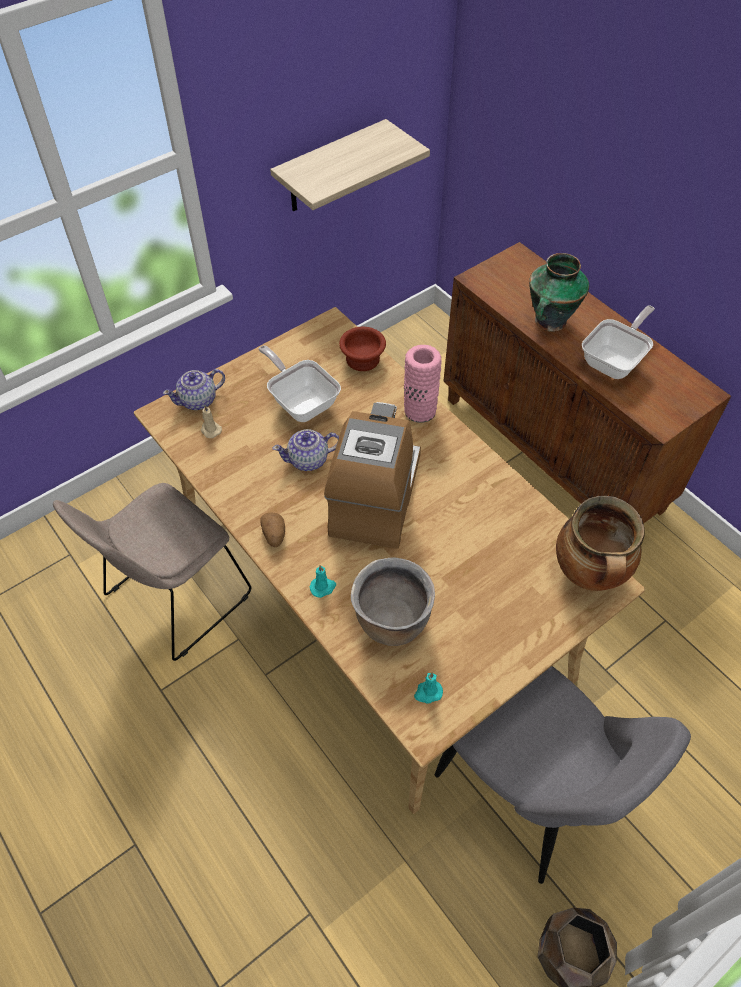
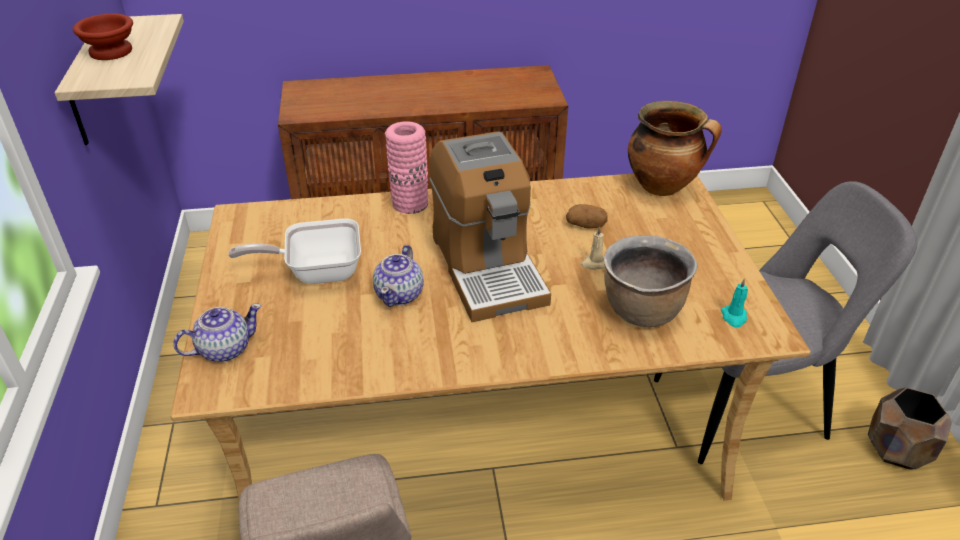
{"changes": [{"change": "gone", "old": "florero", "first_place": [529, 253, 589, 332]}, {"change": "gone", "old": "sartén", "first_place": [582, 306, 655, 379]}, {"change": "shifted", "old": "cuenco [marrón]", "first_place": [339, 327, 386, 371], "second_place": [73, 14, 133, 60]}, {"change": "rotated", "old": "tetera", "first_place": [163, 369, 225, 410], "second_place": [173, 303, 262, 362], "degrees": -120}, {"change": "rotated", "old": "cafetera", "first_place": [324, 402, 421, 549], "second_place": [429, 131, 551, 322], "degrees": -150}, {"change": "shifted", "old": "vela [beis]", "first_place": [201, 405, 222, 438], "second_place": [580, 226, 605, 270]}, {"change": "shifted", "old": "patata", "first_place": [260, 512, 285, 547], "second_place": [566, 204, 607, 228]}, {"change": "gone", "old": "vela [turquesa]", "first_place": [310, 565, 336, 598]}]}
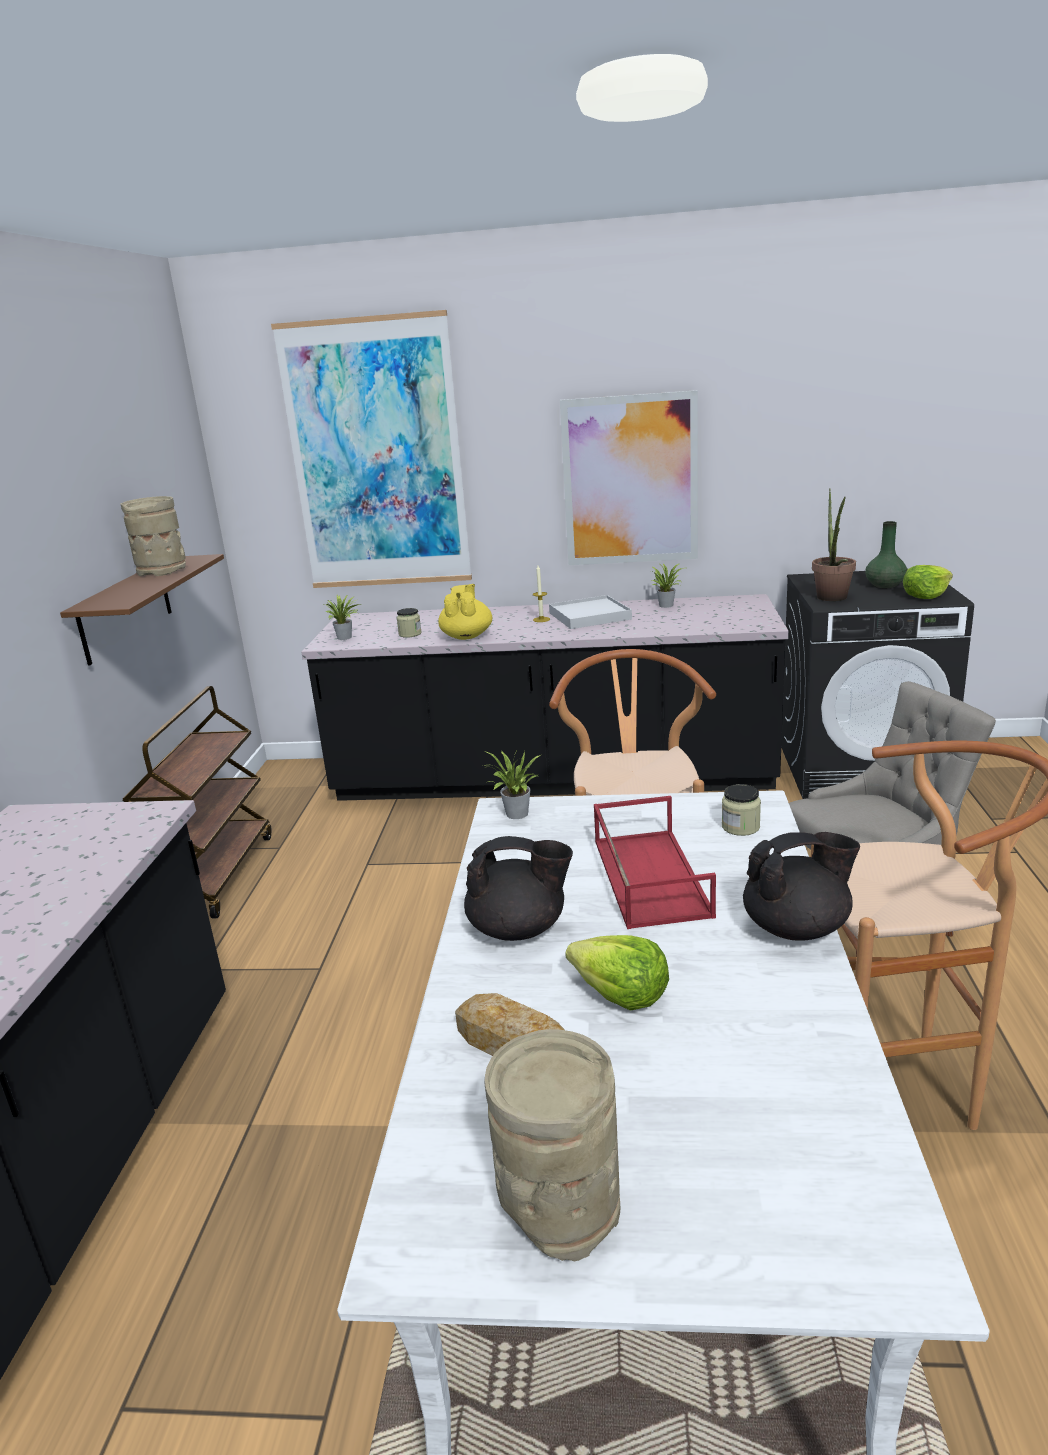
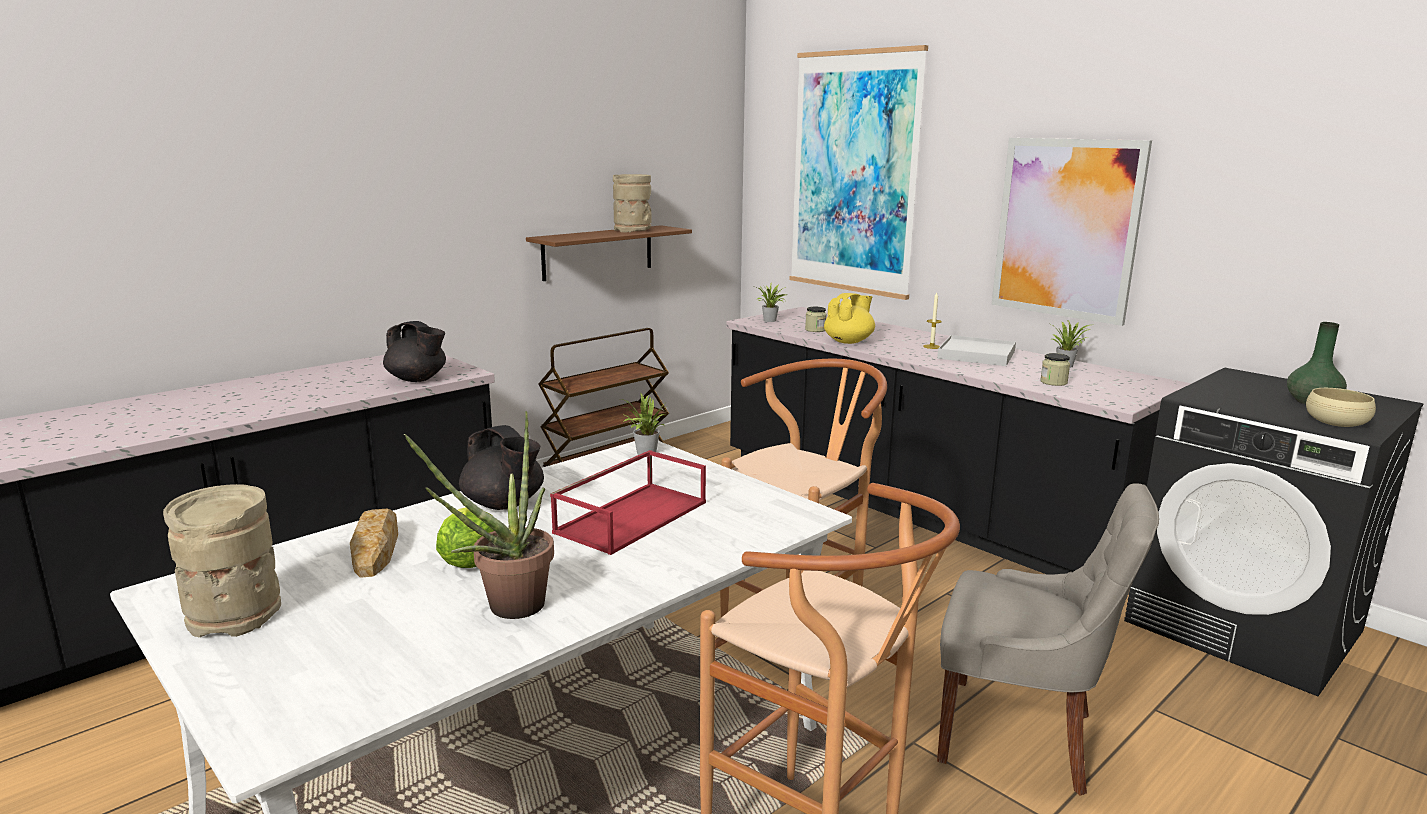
{"changes": [{"change": "shifted", "old": "planta en maceta", "first_place": [812, 488, 856, 601], "second_place": [404, 411, 554, 619]}, {"change": "swapped", "old": "lechuga", "new": "cuenco [beis]", "first_place": [903, 565, 953, 599], "second_place": [1306, 388, 1376, 427]}, {"change": "shifted", "old": "tarro", "first_place": [722, 784, 761, 836], "second_place": [1040, 353, 1070, 386]}, {"change": "shifted", "old": "tetera [negro]", "first_place": [743, 832, 860, 941], "second_place": [383, 321, 446, 382]}]}
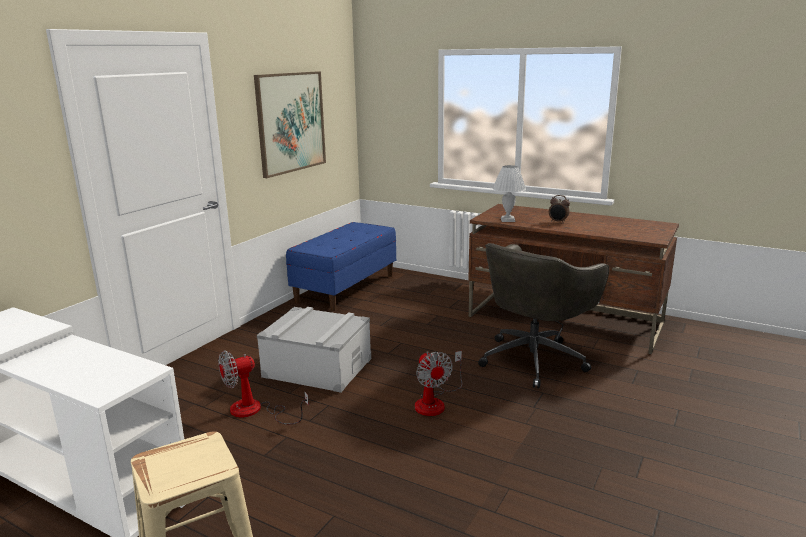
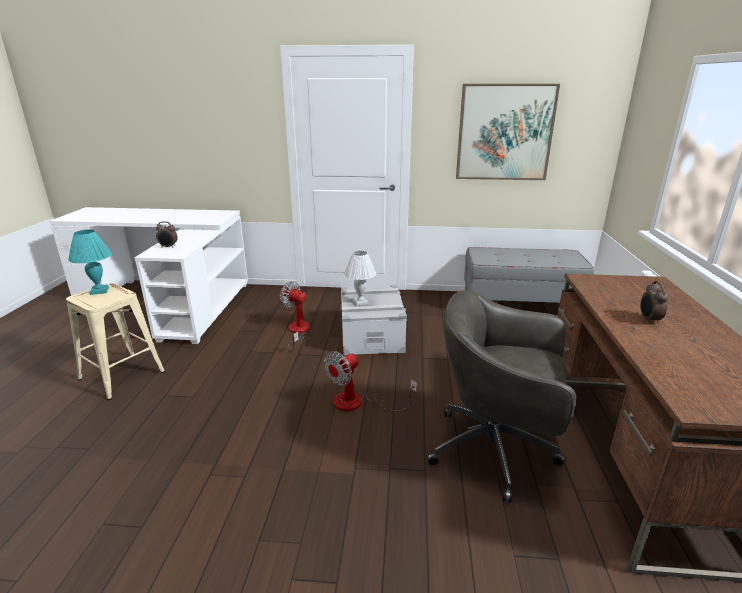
{"changes": [{"change": "shifted", "old": "lámpara de mesa [blanco]", "first_place": [493, 165, 526, 222], "second_place": [344, 251, 376, 306]}, {"change": "repainted", "old": "banco [azul]", "new": "banco [gris]", "first_place": [286, 222, 396, 311], "second_place": [464, 247, 594, 303]}, {"change": "new", "new": "despertador", "second_place": [156, 221, 178, 248]}, {"change": "new", "new": "lámpara de mesa [turquesa]", "second_place": [68, 230, 112, 295]}]}
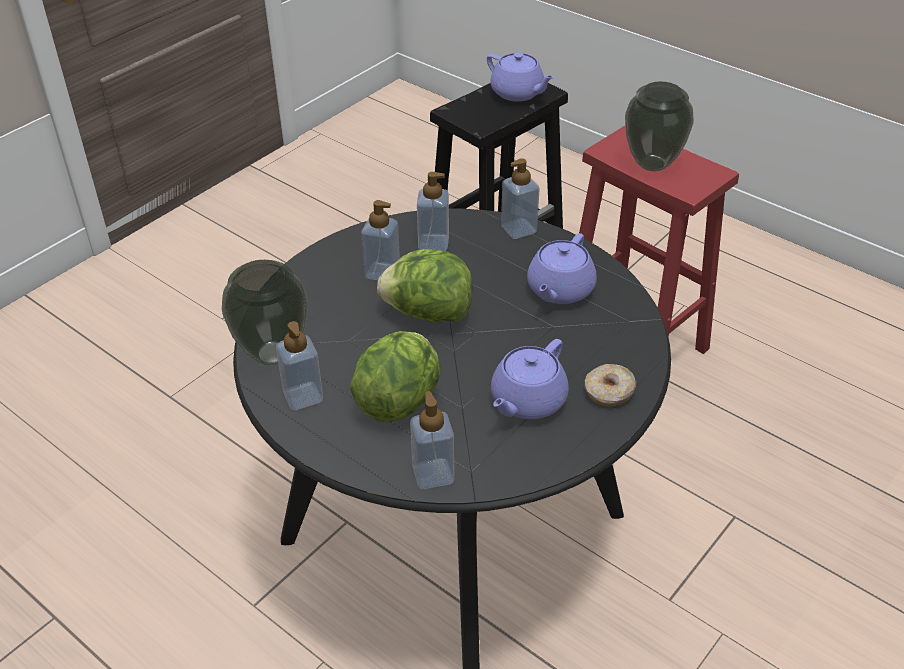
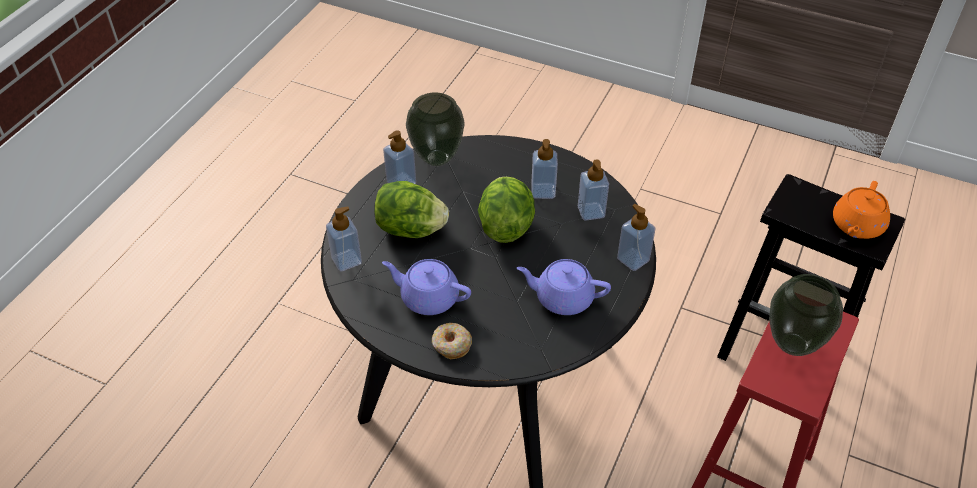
{"changes": [{"change": "repainted", "old": "tetera [morado]", "new": "tetera [naranja]", "first_place": [487, 52, 555, 102], "second_place": [833, 181, 890, 239]}]}
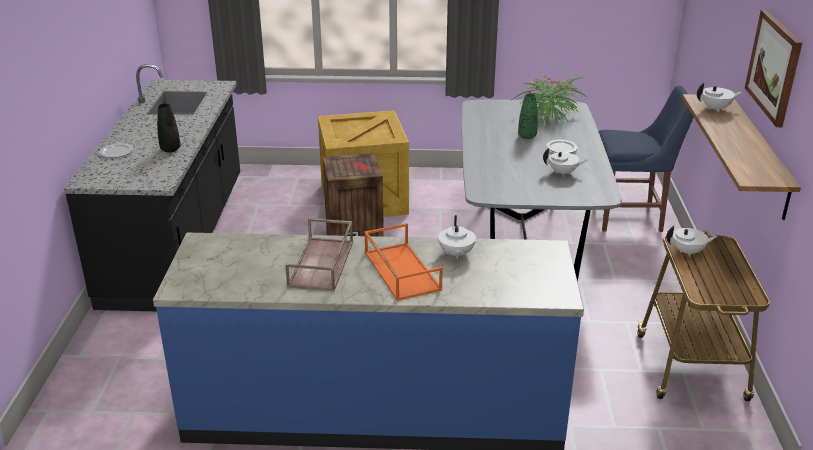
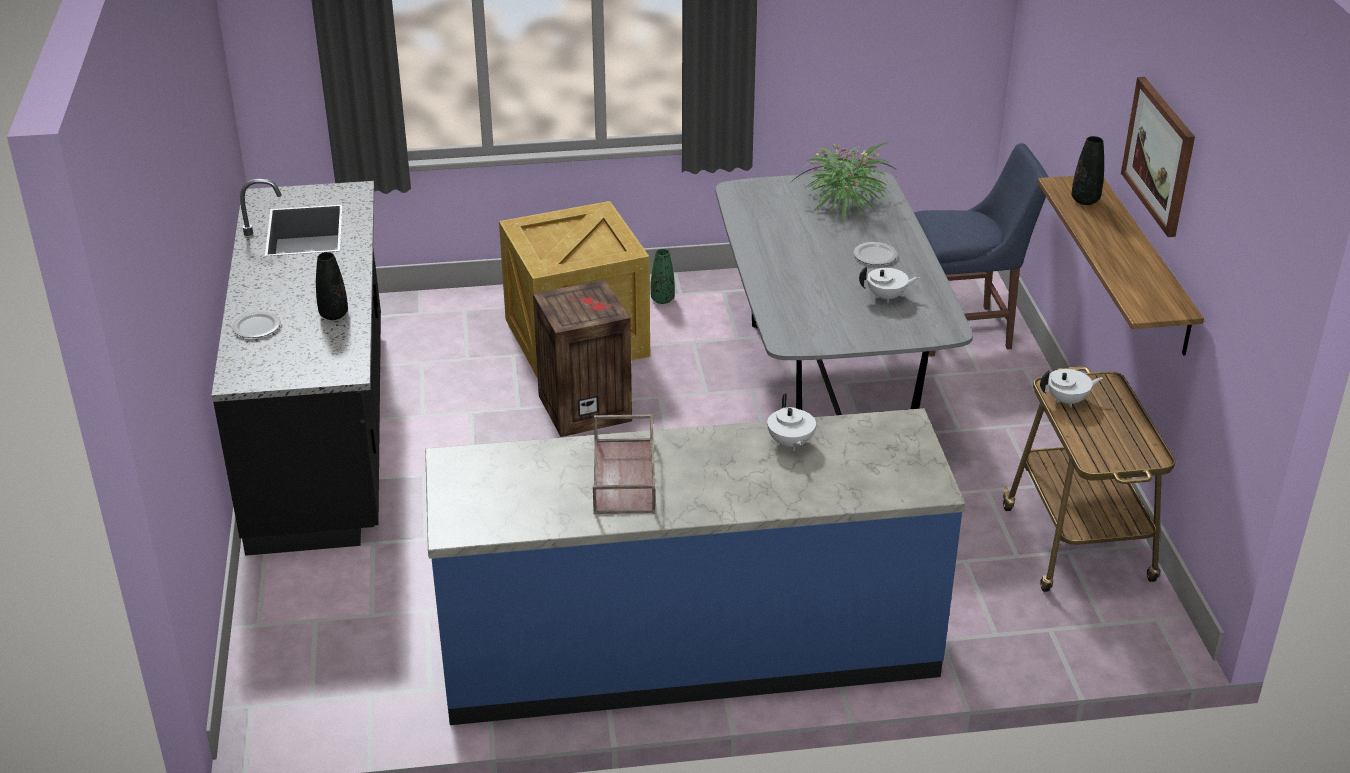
{"changes": [{"change": "swapped", "old": "tetera [blanco]", "new": "florero [negro]", "first_place": [697, 83, 742, 112], "second_place": [1071, 136, 1104, 205]}, {"change": "shifted", "old": "florero [verde]", "first_place": [518, 94, 538, 139], "second_place": [651, 249, 675, 304]}, {"change": "gone", "old": "bandeja [naranja]", "first_place": [364, 223, 443, 301]}]}
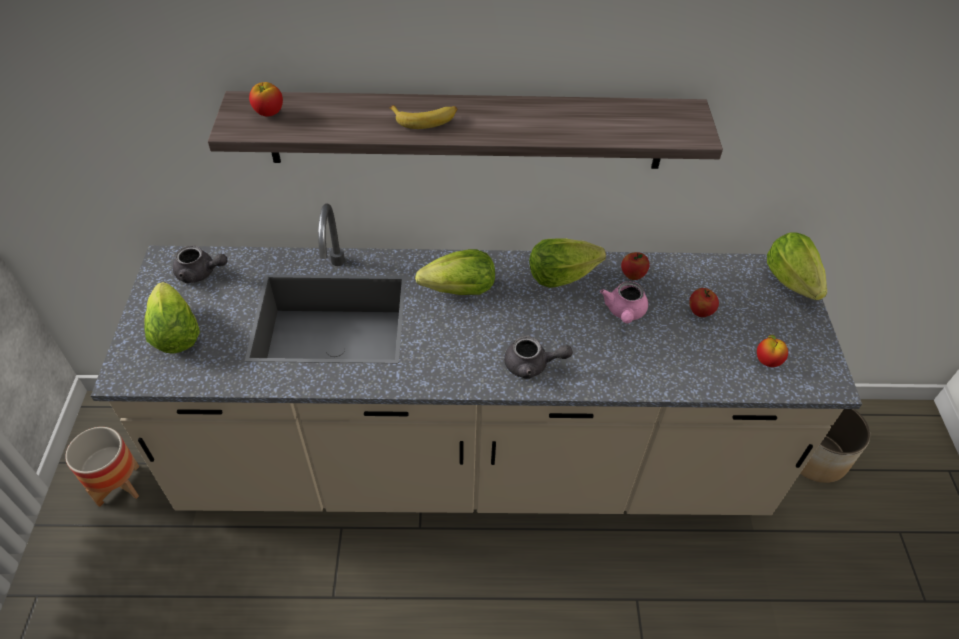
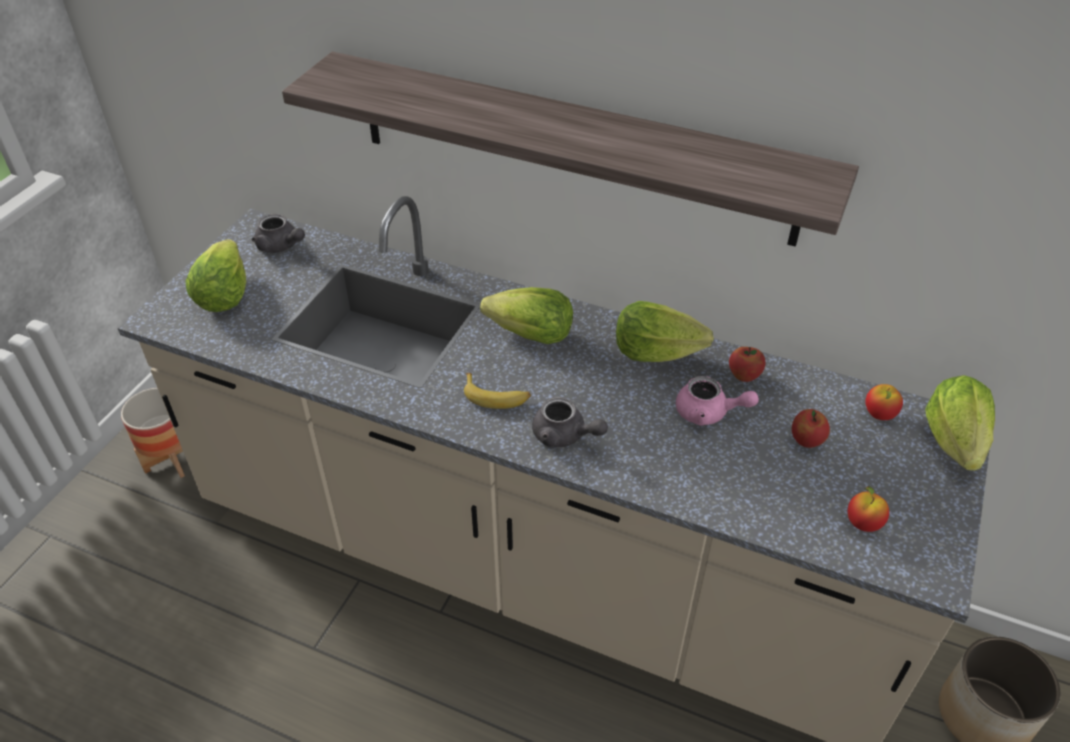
{"changes": [{"change": "shifted", "old": "manzana", "first_place": [249, 82, 283, 116], "second_place": [865, 384, 903, 420]}, {"change": "shifted", "old": "plátano", "first_place": [389, 105, 457, 129], "second_place": [464, 373, 531, 409]}, {"change": "rotated", "old": "tetera [rosa]", "first_place": [600, 281, 648, 323], "second_place": [676, 376, 759, 425], "degrees": -105}]}
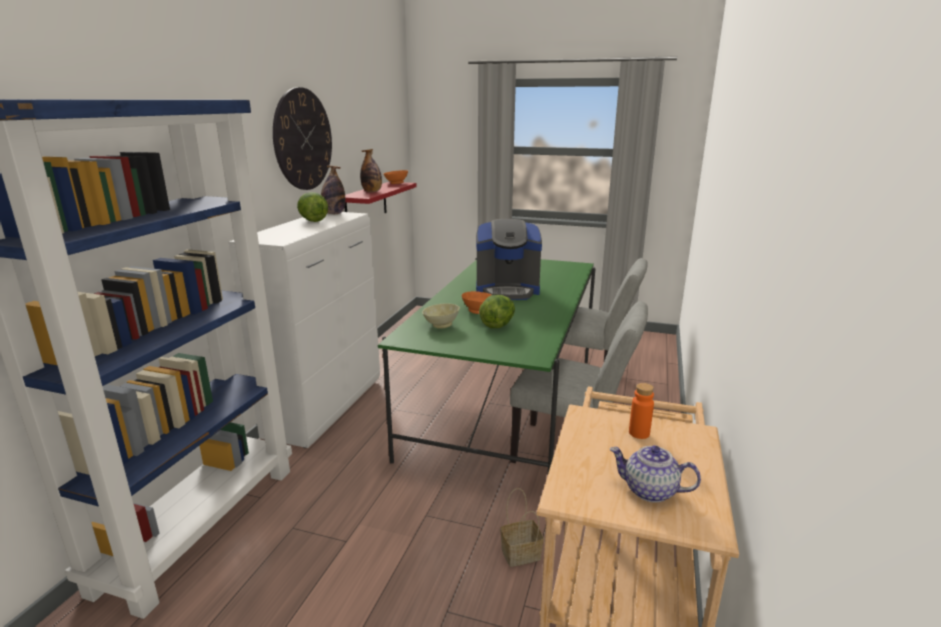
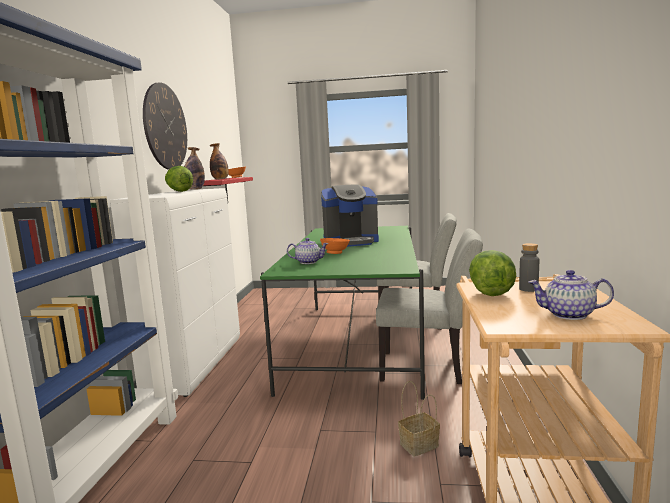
{"changes": [{"change": "shifted", "old": "lechuga", "first_place": [479, 295, 515, 328], "second_place": [469, 250, 516, 296]}, {"change": "swapped", "old": "cuenco [beis]", "new": "tetera", "first_place": [422, 304, 460, 329], "second_place": [287, 238, 329, 264]}, {"change": "repainted", "old": "botella [naranja]", "new": "botella [gris]", "first_place": [629, 383, 654, 439], "second_place": [519, 243, 539, 292]}]}
